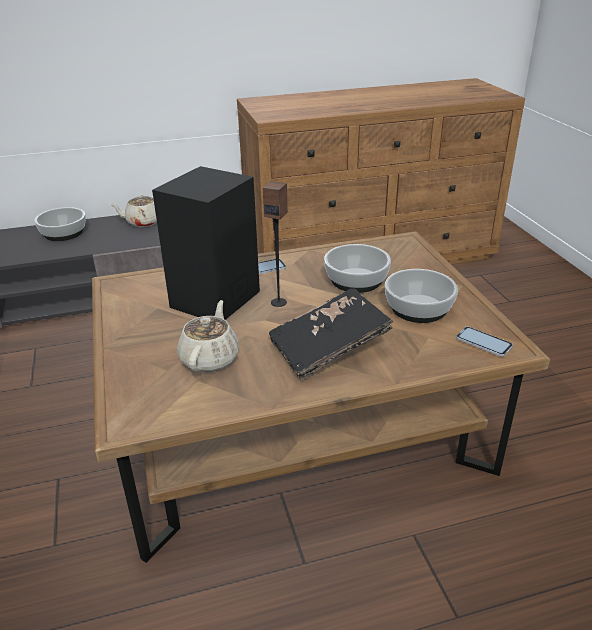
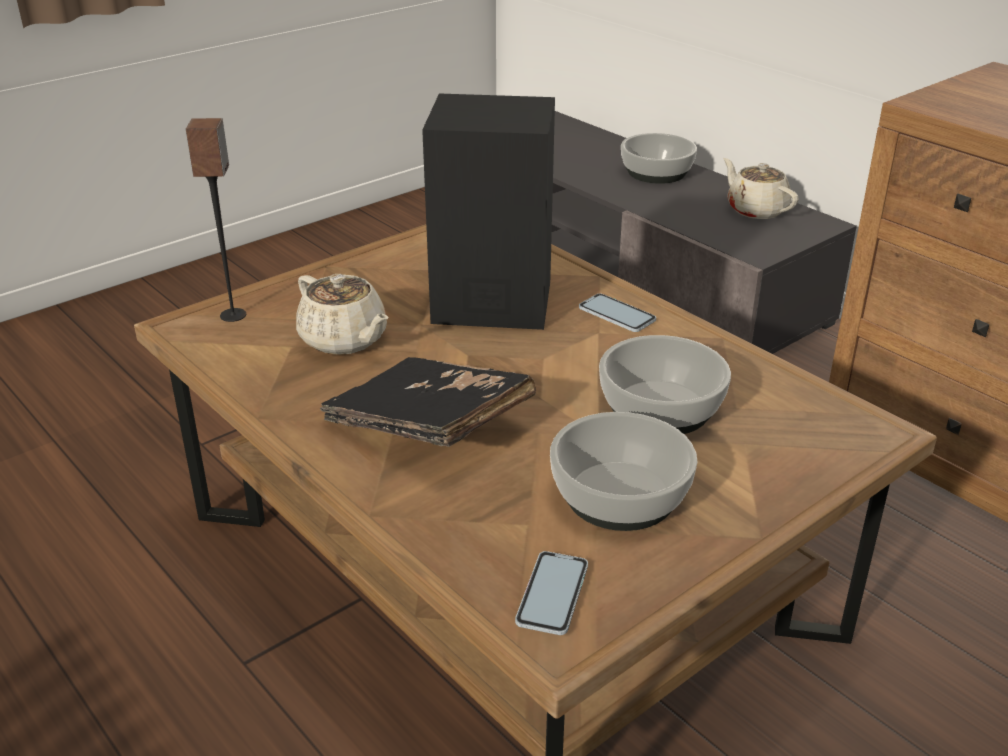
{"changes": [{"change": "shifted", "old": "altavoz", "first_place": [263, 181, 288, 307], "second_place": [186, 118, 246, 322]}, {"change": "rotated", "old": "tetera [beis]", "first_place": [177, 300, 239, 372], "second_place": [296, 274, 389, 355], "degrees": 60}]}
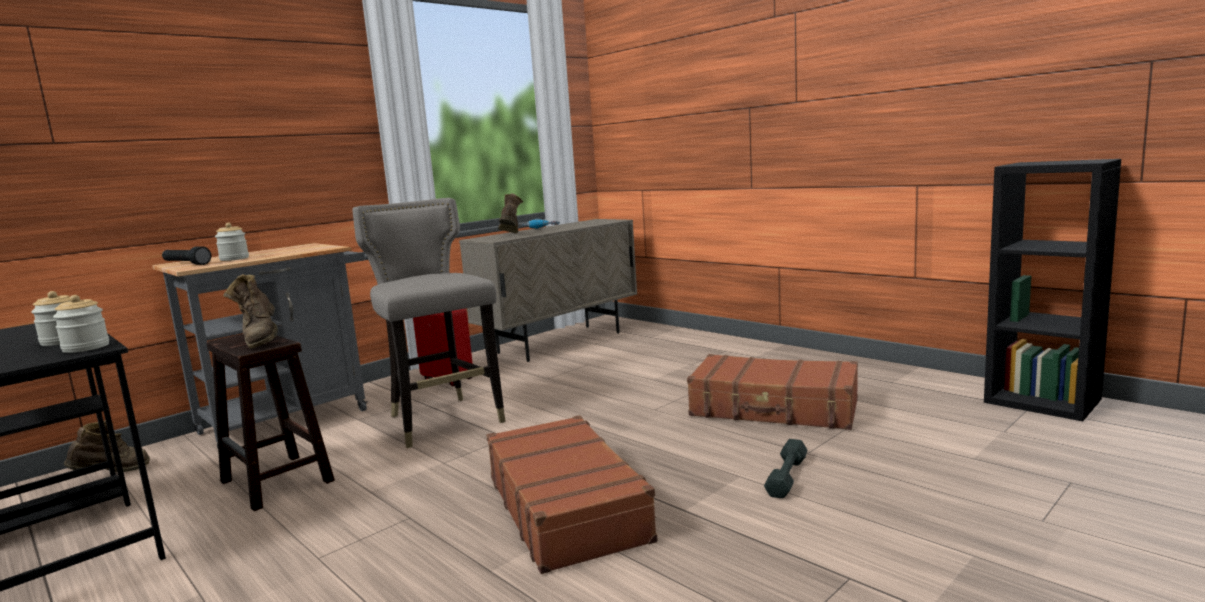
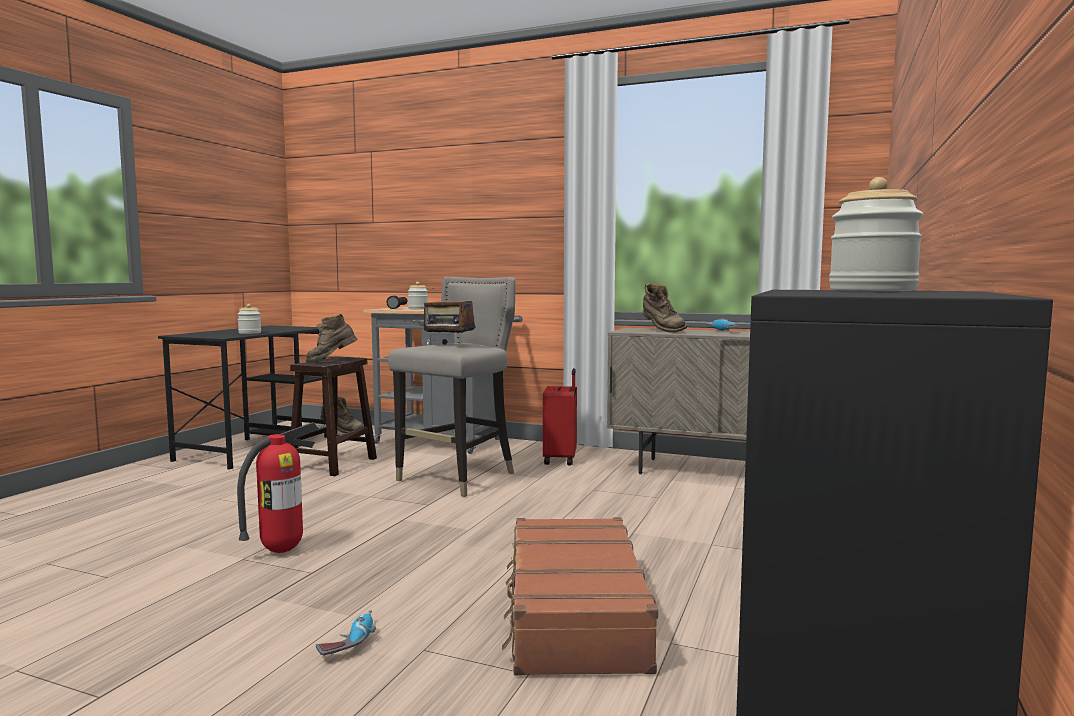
{"changes": [{"change": "rotated", "old": "bota [marrón]", "first_place": [498, 193, 523, 233], "second_place": [643, 283, 687, 333], "degrees": 90}, {"change": "shifted", "old": "tarro", "first_place": [53, 295, 109, 353], "second_place": [829, 177, 923, 291]}, {"change": "swapped", "old": "maleta [marrón]", "new": "extintor", "first_place": [486, 415, 657, 574], "second_place": [237, 422, 318, 553]}, {"change": "swapped", "old": "mancuerna [gris]", "new": "taladro", "first_place": [764, 439, 808, 498], "second_place": [316, 610, 376, 655]}, {"change": "new", "new": "radio", "second_place": [424, 288, 476, 345]}]}
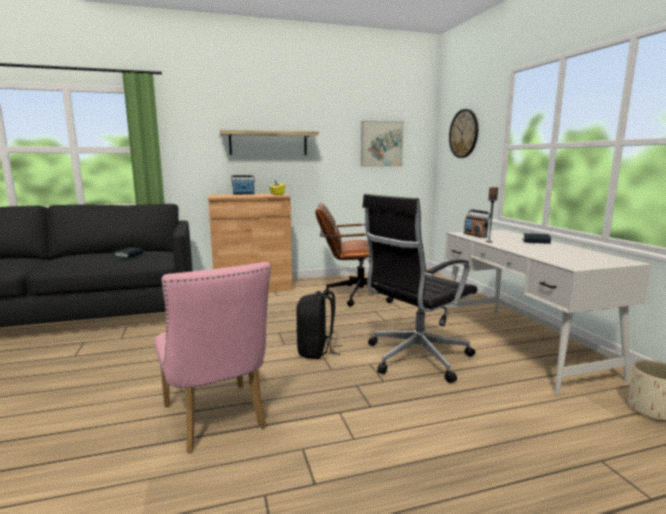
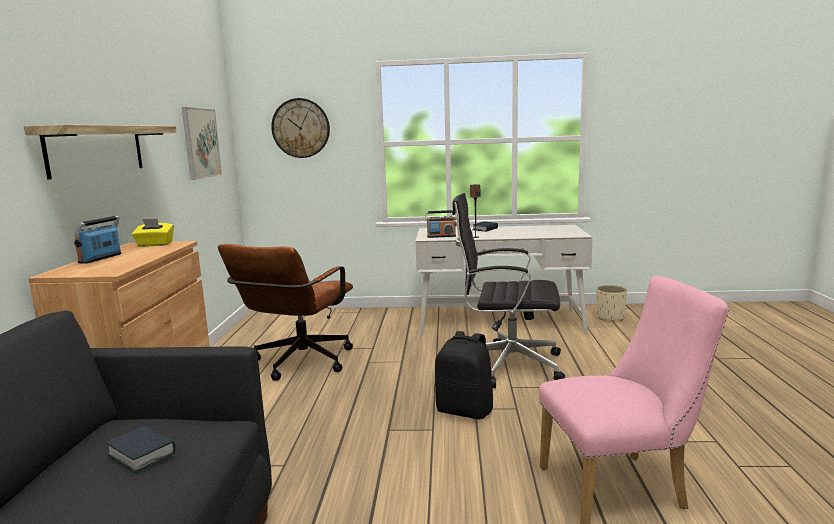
{"changes": [{"change": "rotated", "old": "silla de oficina [negro]", "first_place": [362, 194, 477, 383], "second_place": [452, 193, 565, 388], "degrees": 120}]}
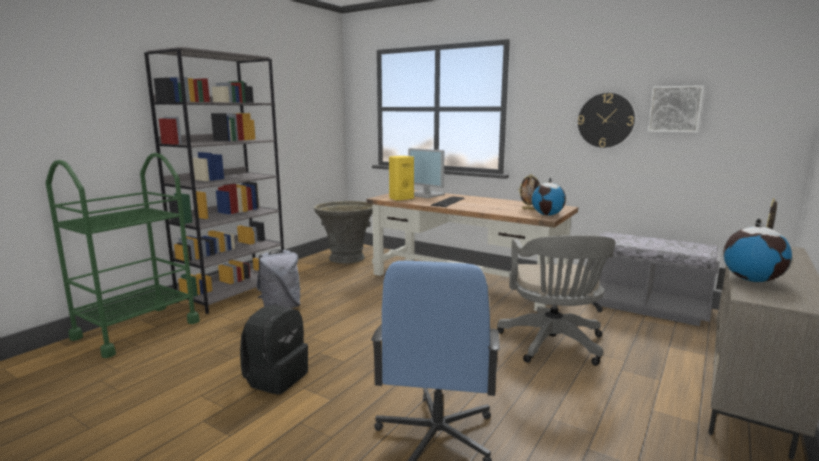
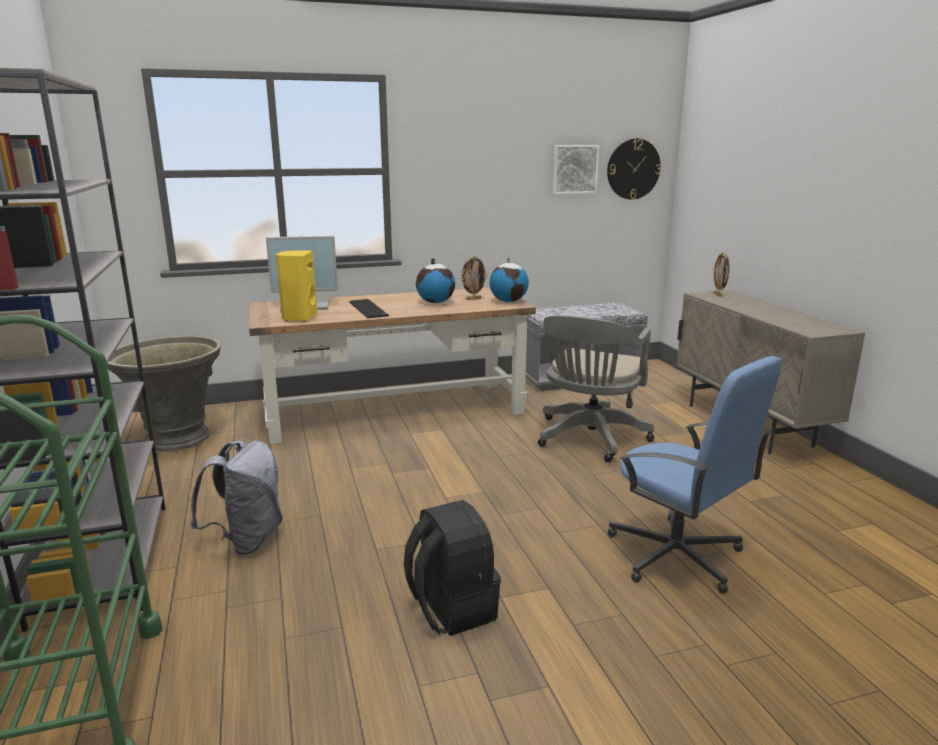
{"changes": [{"change": "shifted", "old": "reloj de pared", "first_place": [578, 93, 635, 148], "second_place": [607, 139, 661, 200]}, {"change": "shifted", "old": "globo terráqueo", "first_place": [723, 219, 792, 282], "second_place": [416, 258, 455, 303]}, {"change": "rotated", "old": "silla de oficina [gris]", "first_place": [497, 235, 616, 366], "second_place": [538, 315, 654, 462], "degrees": 75}]}
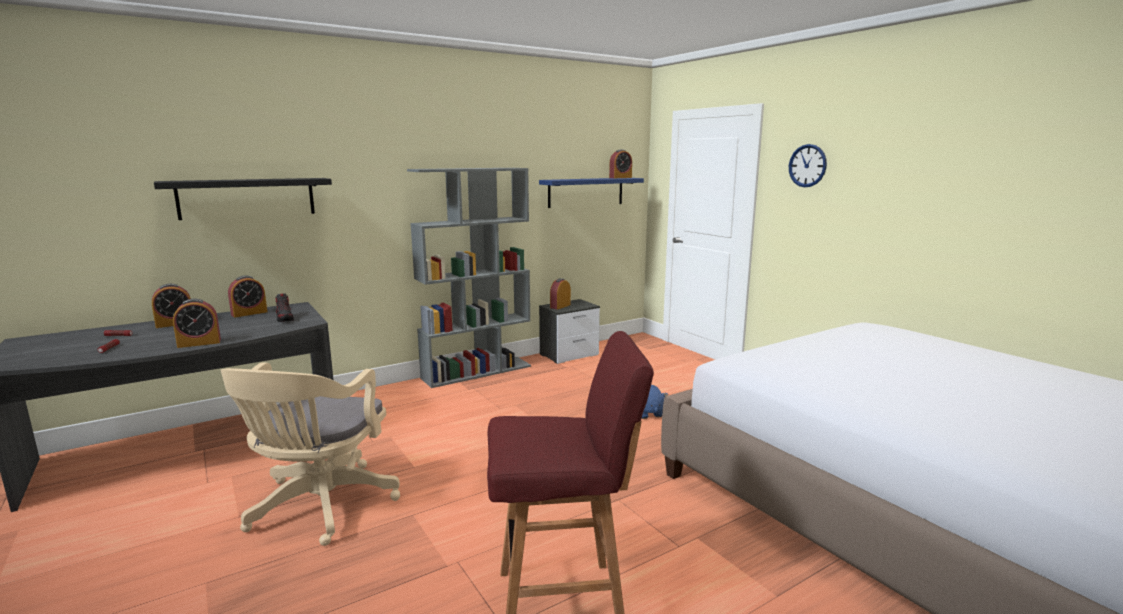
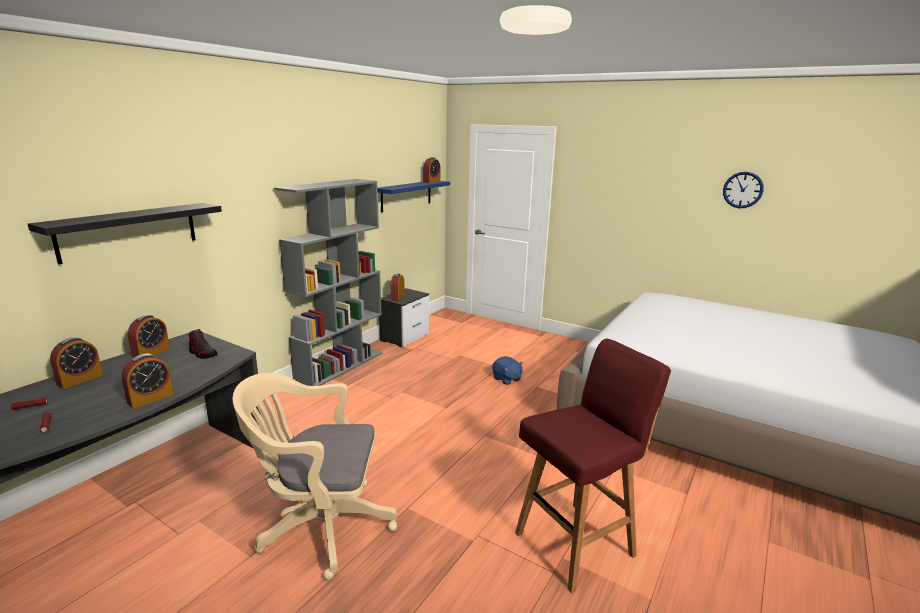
{"changes": [{"change": "shifted", "old": "reloj de pared", "first_place": [789, 144, 827, 187], "second_place": [723, 172, 764, 208]}, {"change": "rotated", "old": "silla de oficina [beis]", "first_place": [221, 362, 400, 546], "second_place": [233, 373, 397, 580], "degrees": 105}]}
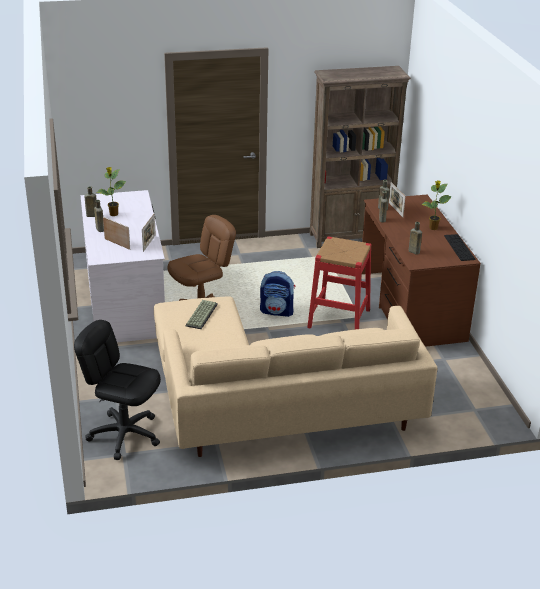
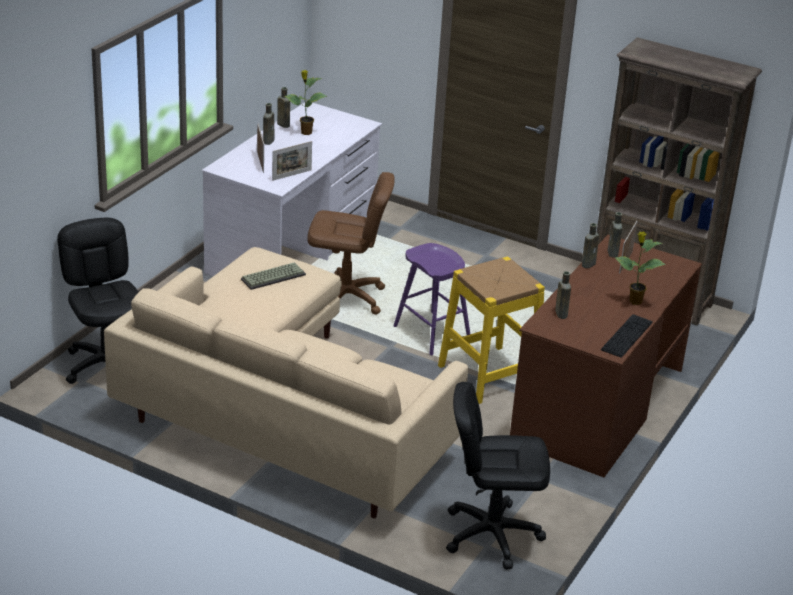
{"changes": [{"change": "repainted", "old": "taburete [rojo]", "new": "taburete [amarillo]", "first_place": [307, 236, 371, 329], "second_place": [438, 257, 545, 404]}, {"change": "swapped", "old": "mochila", "new": "taburete [morado]", "first_place": [260, 271, 295, 317], "second_place": [394, 243, 470, 355]}, {"change": "new", "new": "silla de oficina [negro]", "second_place": [446, 382, 550, 570]}]}
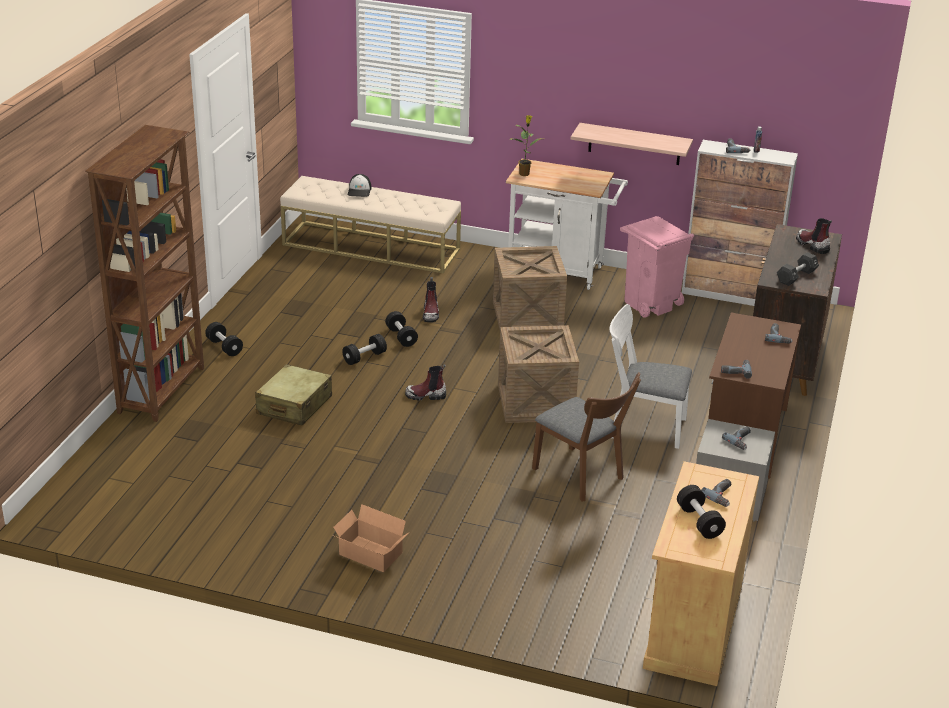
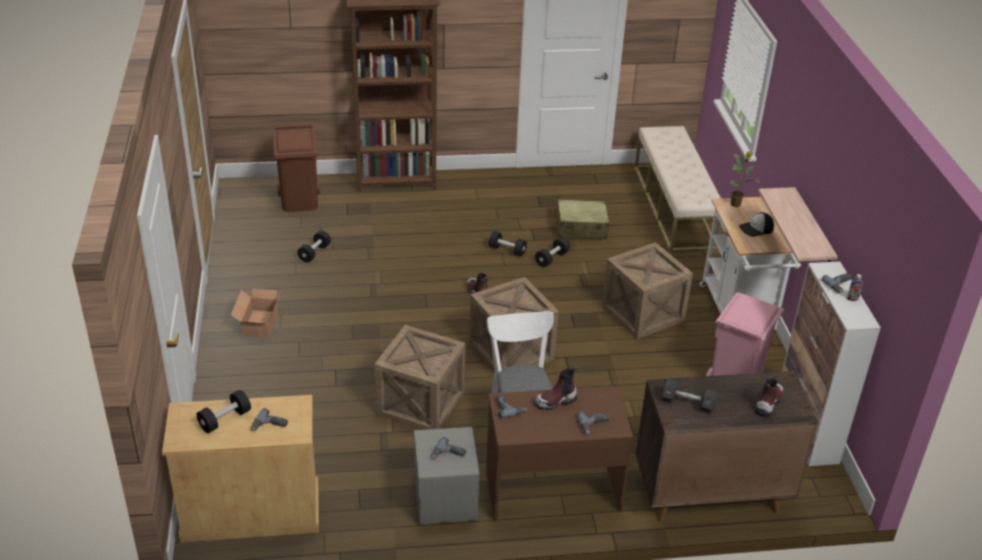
{"changes": [{"change": "shifted", "old": "gorra", "first_place": [348, 174, 372, 197], "second_place": [739, 212, 774, 237]}, {"change": "shifted", "old": "bota", "first_place": [423, 277, 439, 322], "second_place": [534, 366, 577, 410]}, {"change": "shifted", "old": "mancuerna [negro]", "first_place": [205, 322, 243, 356], "second_place": [297, 231, 331, 262]}, {"change": "shifted", "old": "maleta [beis]", "first_place": [255, 364, 332, 426], "second_place": [553, 199, 609, 239]}, {"change": "swapped", "old": "silla [marrón]", "new": "caja de embalaje", "first_place": [532, 372, 641, 502], "second_place": [374, 325, 466, 430]}, {"change": "new", "new": "papelera [marrón]", "second_place": [273, 124, 320, 212]}]}
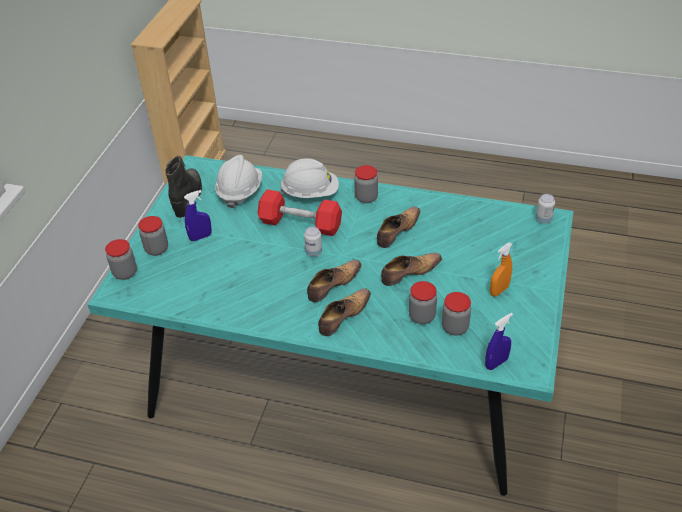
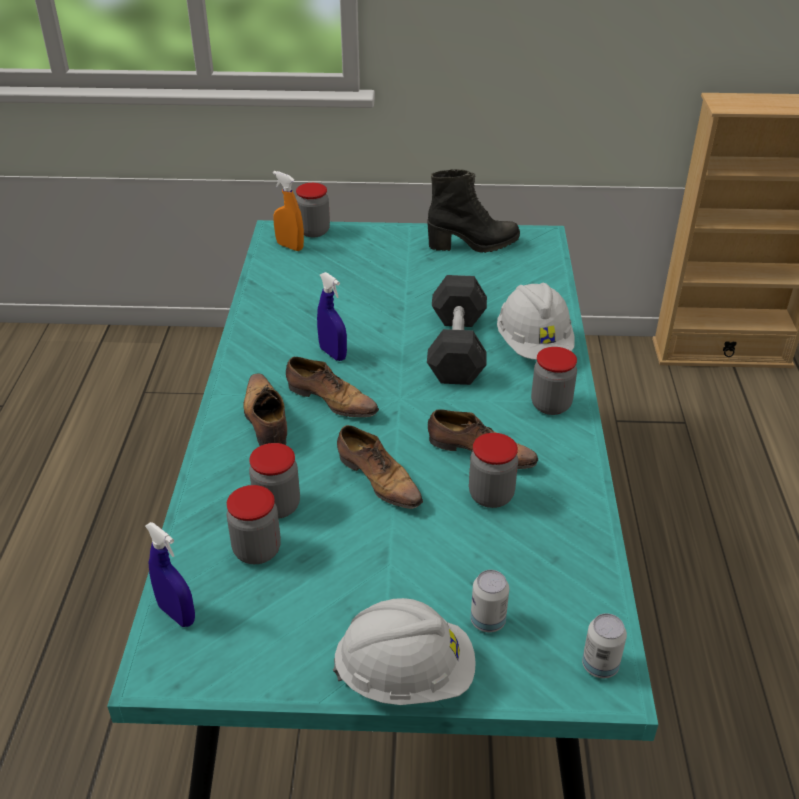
{"changes": [{"change": "shifted", "old": "casco [blanco]", "first_place": [215, 155, 262, 209], "second_place": [333, 598, 476, 705]}, {"change": "repainted", "old": "mancuerna [rojo]", "new": "mancuerna [gris]", "first_place": [258, 189, 342, 236], "second_place": [427, 275, 487, 385]}, {"change": "shifted", "old": "pulverizador [azul]", "first_place": [184, 190, 212, 241], "second_place": [317, 272, 347, 361]}, {"change": "shifted", "old": "tarro", "first_place": [138, 216, 168, 256], "second_place": [469, 433, 518, 508]}, {"change": "shifted", "old": "lata", "first_place": [304, 227, 322, 257], "second_place": [471, 570, 509, 632]}, {"change": "shifted", "old": "pulverizador [naranja]", "first_place": [490, 243, 512, 297], "second_place": [273, 171, 304, 251]}, {"change": "rotated", "old": "zapato", "first_place": [318, 288, 371, 336], "second_place": [244, 374, 287, 446], "degrees": -135}]}
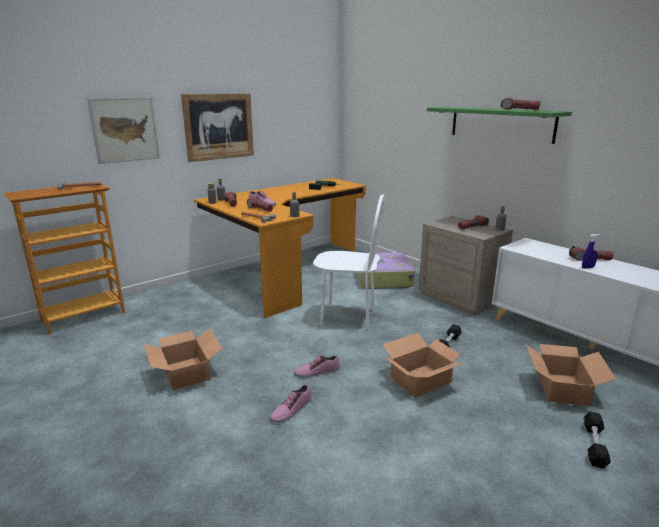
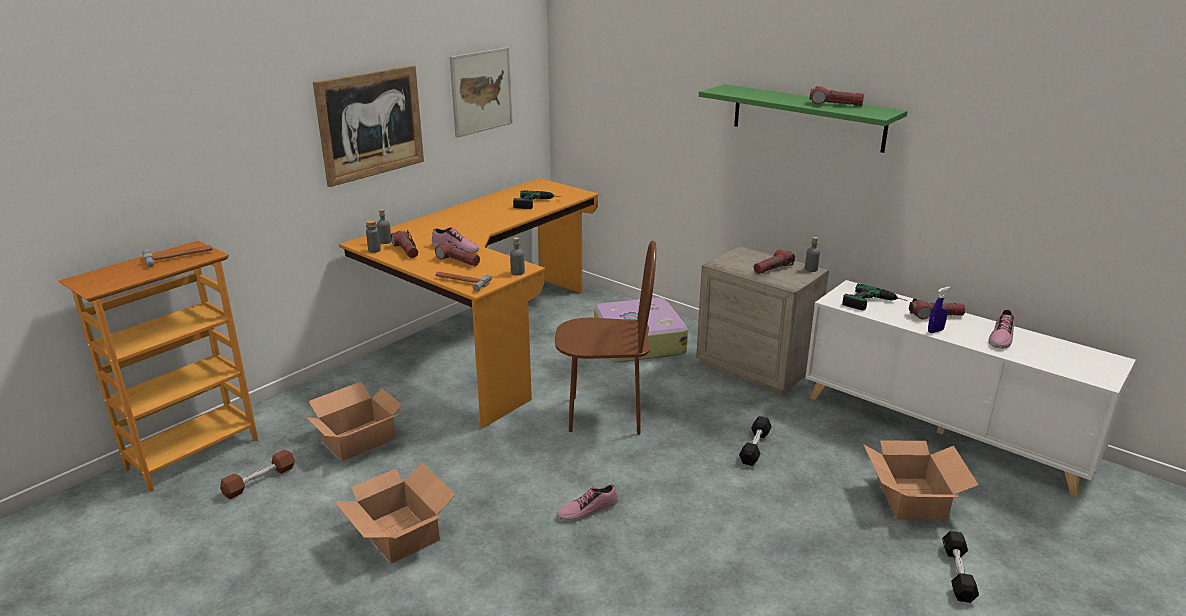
{"changes": [{"change": "shifted", "old": "cuadro", "first_place": [87, 98, 160, 164], "second_place": [450, 47, 513, 138]}, {"change": "repainted", "old": "silla [blanco]", "new": "silla [marrón]", "first_place": [313, 194, 384, 330], "second_place": [555, 240, 656, 435]}, {"change": "shifted", "old": "caja de cartón", "first_place": [382, 333, 466, 398], "second_place": [306, 382, 402, 461]}, {"change": "shifted", "old": "zapato", "first_place": [270, 385, 311, 423], "second_place": [988, 309, 1014, 349]}, {"change": "new", "new": "taladro", "second_place": [842, 284, 907, 310]}, {"change": "new", "new": "mancuerna [marrón]", "second_place": [220, 450, 295, 499]}]}
